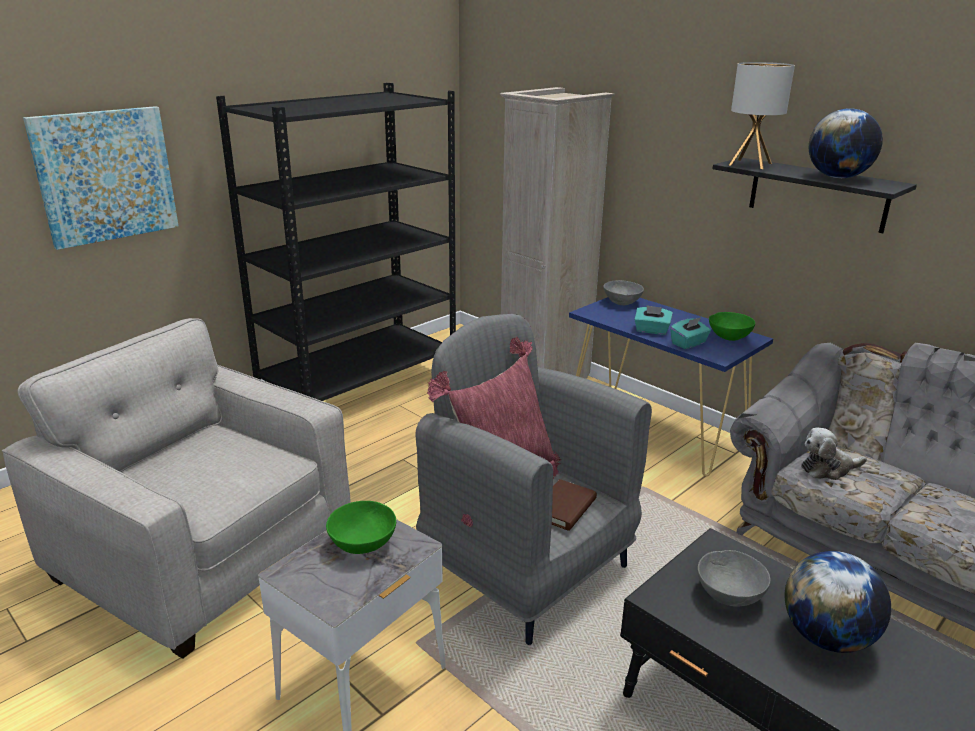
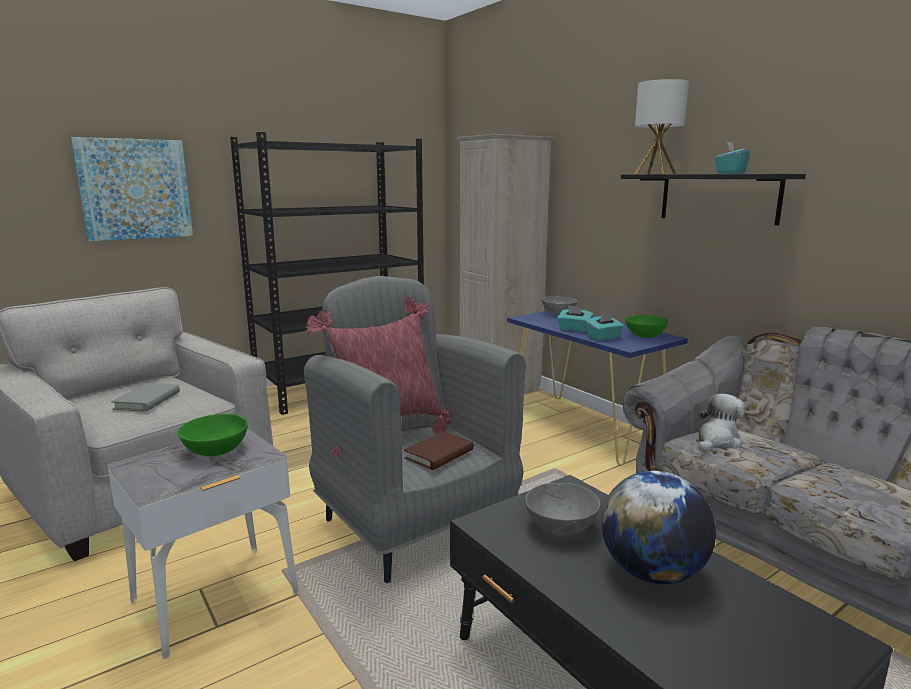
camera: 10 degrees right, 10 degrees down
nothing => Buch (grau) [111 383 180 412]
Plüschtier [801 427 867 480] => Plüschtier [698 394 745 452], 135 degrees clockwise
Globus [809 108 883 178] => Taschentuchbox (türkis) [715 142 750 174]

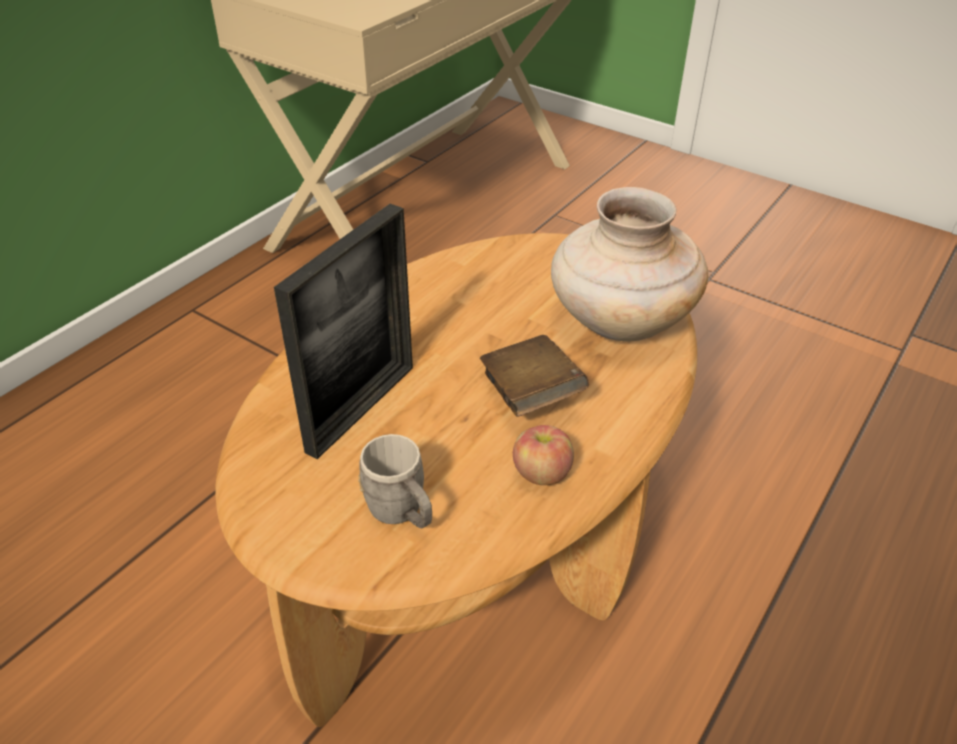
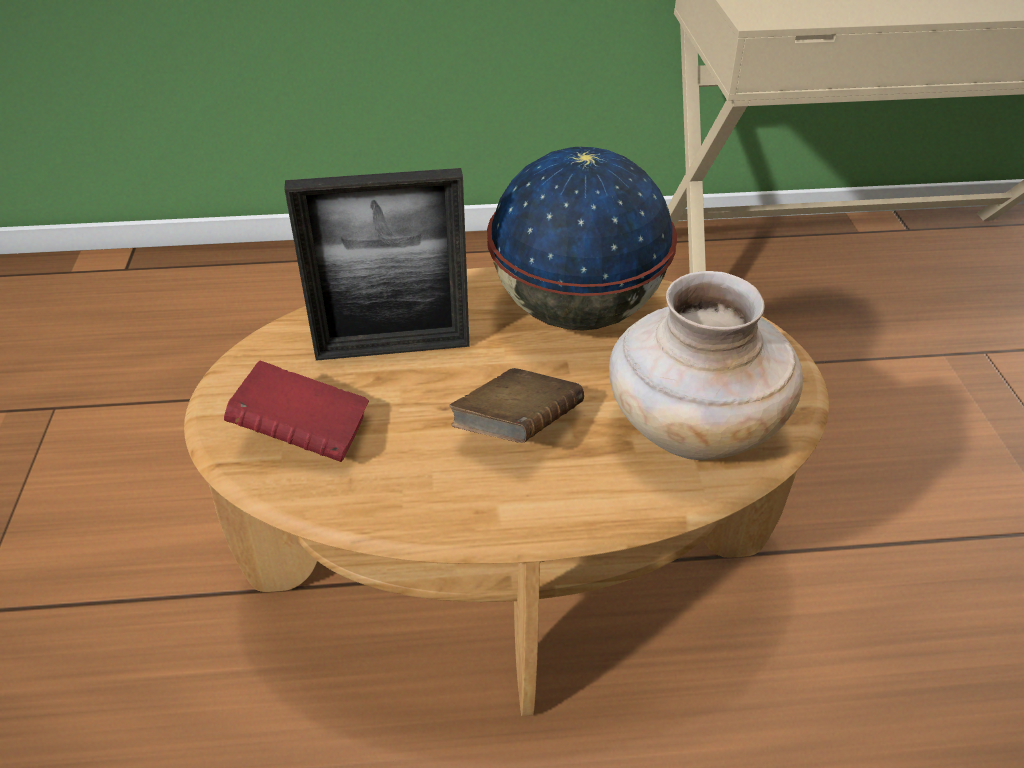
camera: 50 degrees right, 0 degrees up
Henkelbecher (grau) [358 434 432 528] => Buch (rot) [224 361 369 462]
nothing => Globus [487 147 677 330]
Apfel [513 425 574 485] => nothing

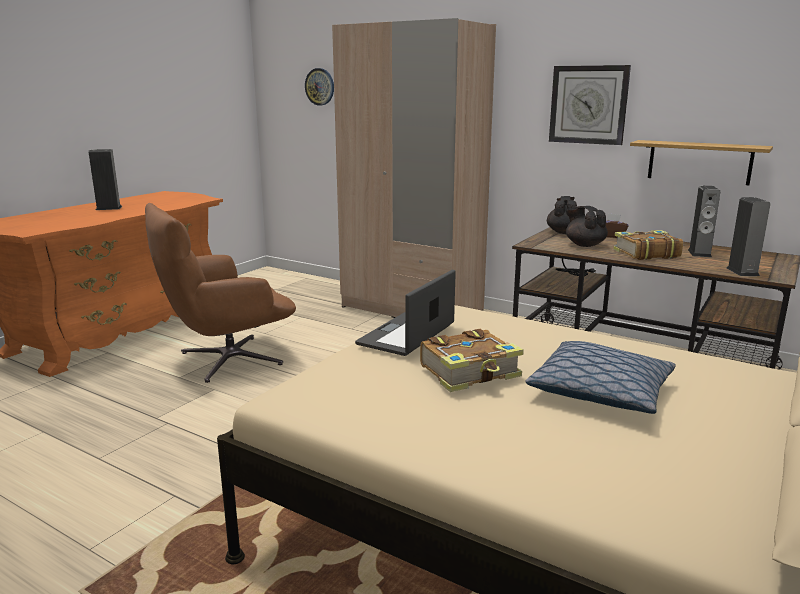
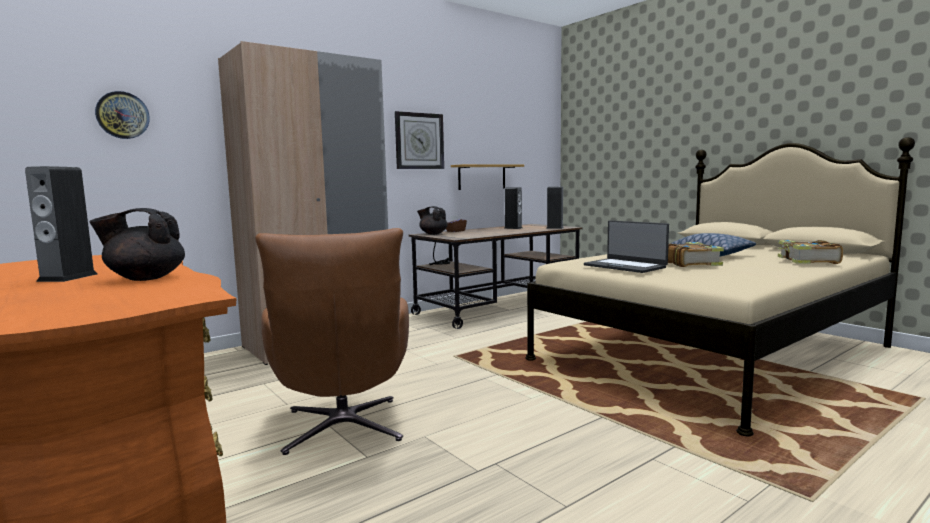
camera: 70 degrees left, 10 degrees down
Teekanne (schwarz) [566 206 608 247] => Teekanne (schwarz) [89 208 185 281], move
Buch [613 230 683 260] => Buch [778 240 843 264], move

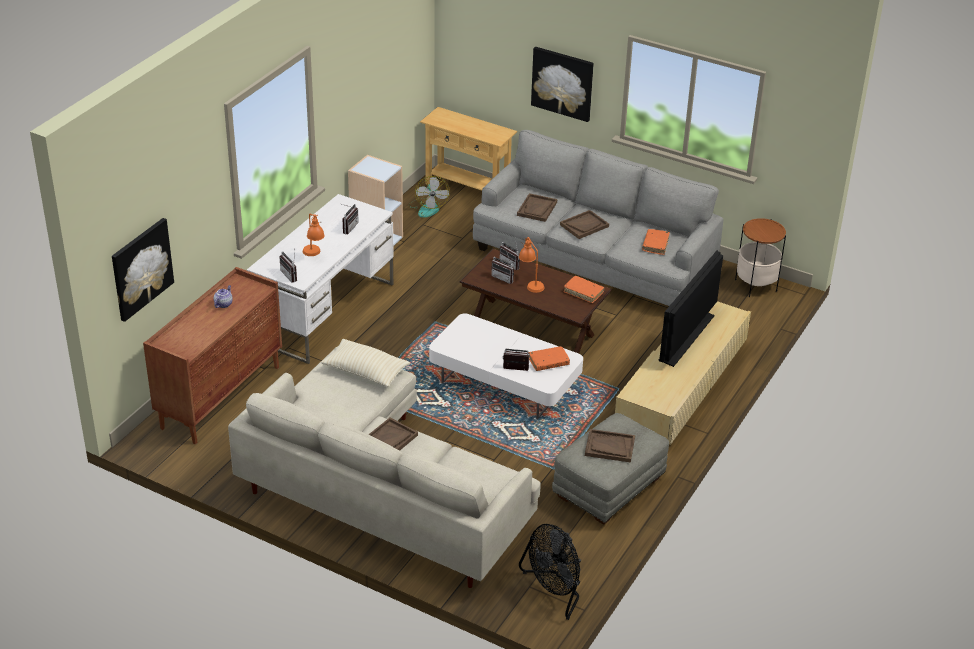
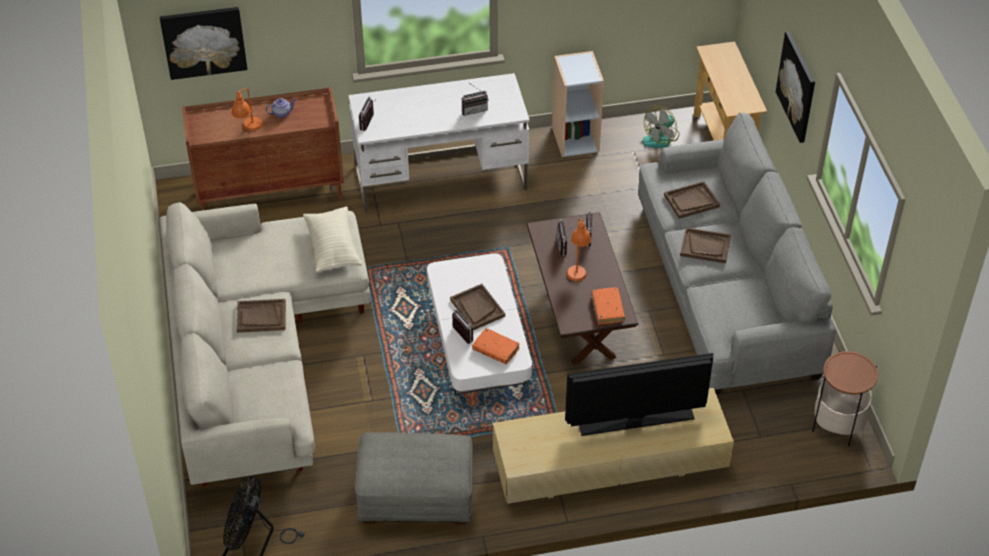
camera: 50 degrees right, 10 degrees up
Tischlampe (orange) [303 214 325 256] => Tischlampe (orange) [232 88 263 131], move
Tablett (braun) [585 429 635 463] => Tablett (braun) [450 284 505 330], move
Buch (orange) [642 229 670 255] => nothing

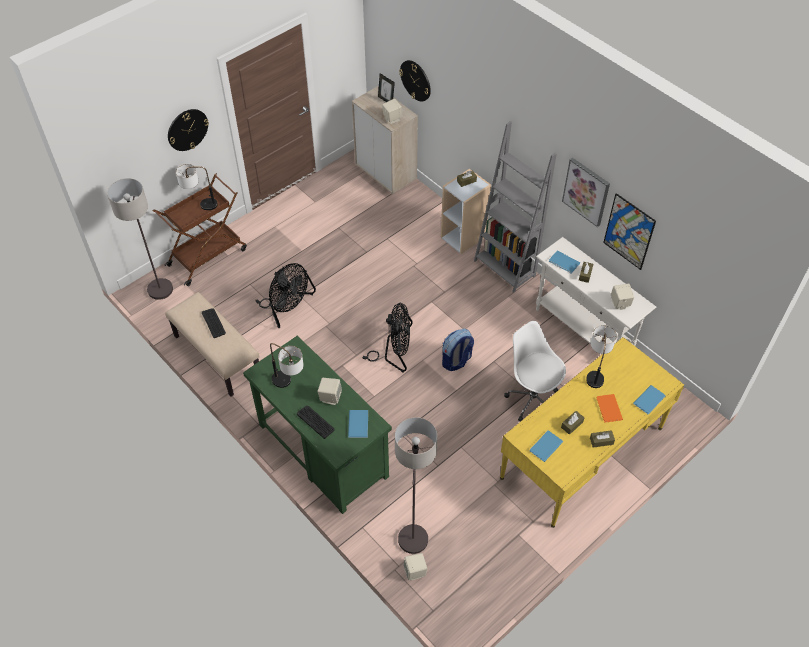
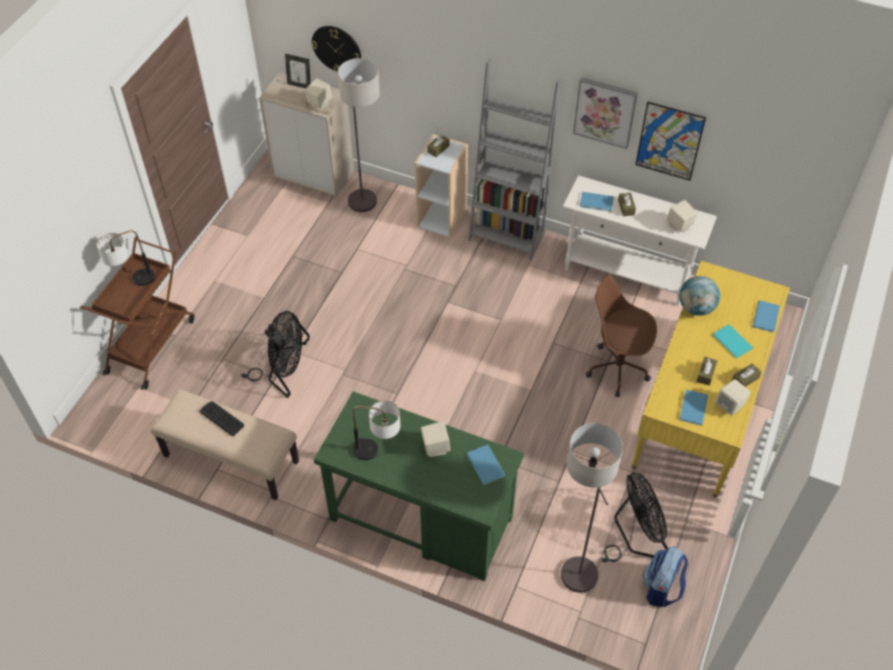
camera: 25 degrees left, 0 degrees up
Stehlampe (grau) [107 178 173 300] => Stehlampe (grau) [338 58 380 212], move
Bürostuhl (weiß) [504 321 566 422] => Bürostuhl (braun) [585 275 657 397]
Ventilator (schwarz) [362 303 413 373] => Ventilator (schwarz) [601 473 668 562], move
Rucksack [442 329 474 371] => Rucksack [643 547 688 607], move
Tischlampe [586 325 617 388] => Globus [679 276 720 316]
Buch (orange) [597 394 623 423] => Buch (türkis) [713 324 753 358]
Lautsprecher (beige) [403 553 427 581] => Lautsprecher (beige) [715 379 751 416], move
Wanduhr [168 109 209 151] => nothing
Tastatur [297 406 334 439] => nothing

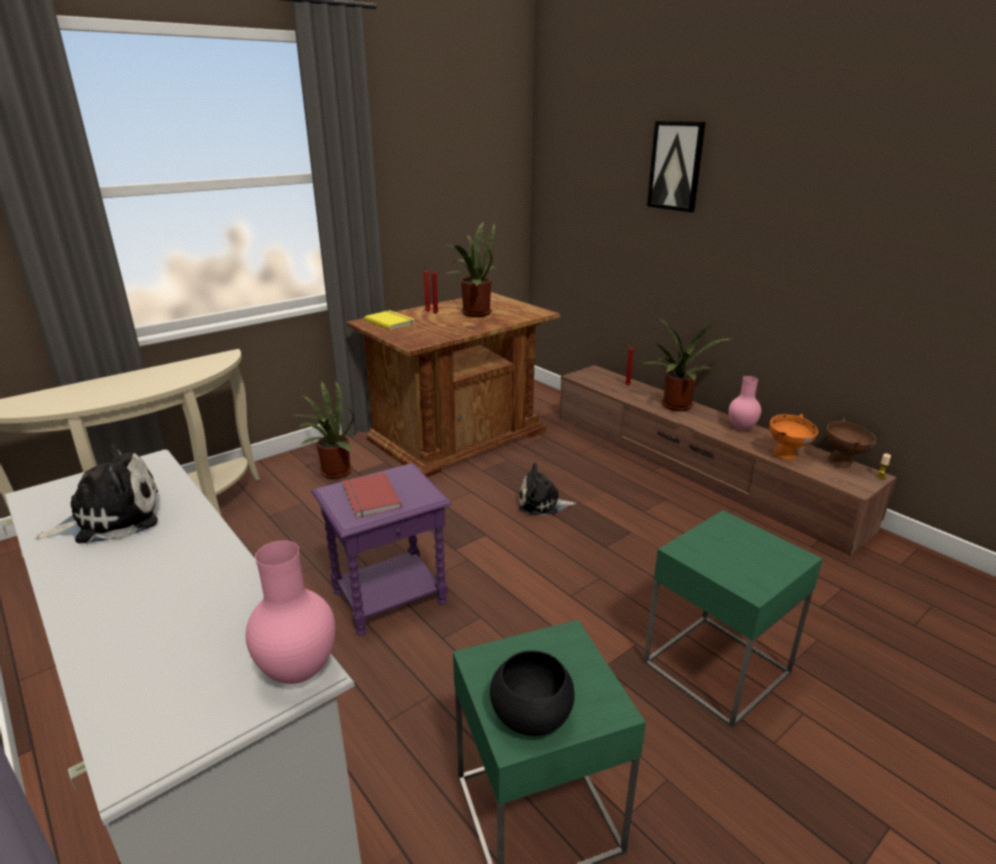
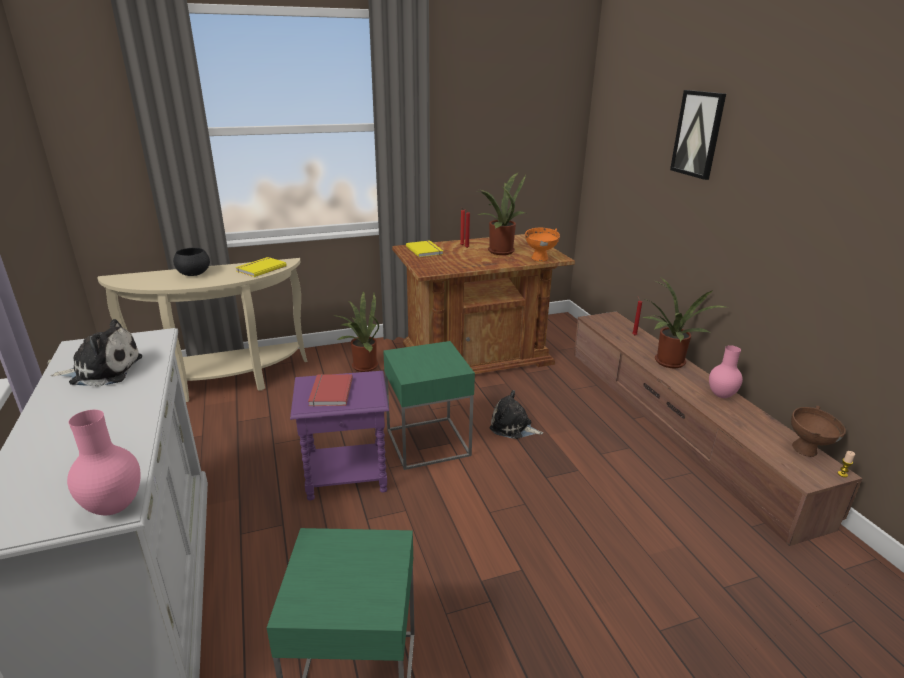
camera: 20 degrees right, 0 degrees up
Schüssel (schwarz) [490 650 575 736] => Schüssel (schwarz) [173 248 210 276], move
nothing => Buch (gelb) [236 257 287 277]
Beistelltisch (grün) [644 510 823 728] => Beistelltisch (grün) [383 341 475 470], move
Schüssel (orange) [769 414 818 460] => Schüssel (orange) [525 228 560 262], move

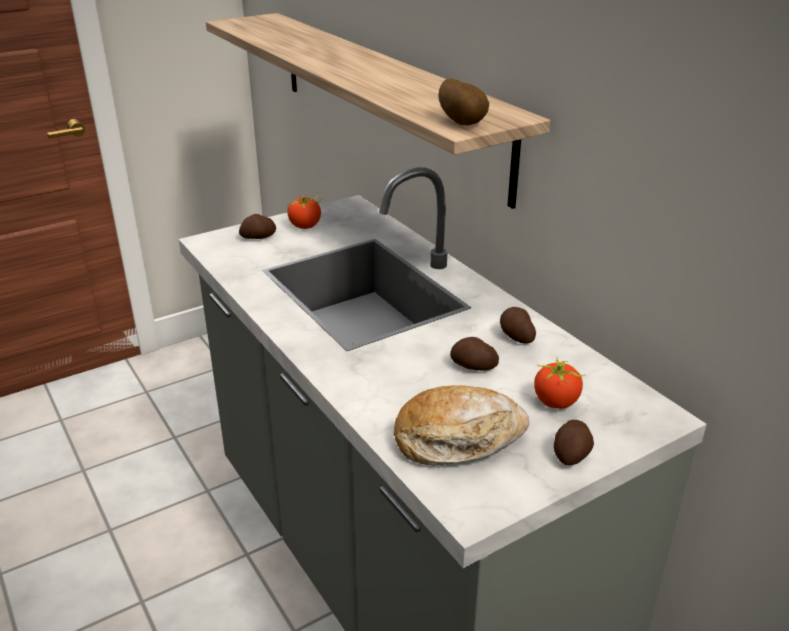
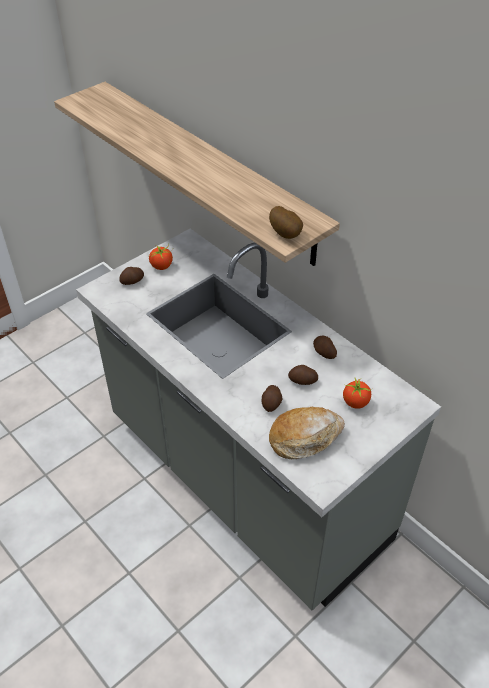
camera: 10 degrees left, 15 degrees up
Kartoffel [554 420 594 465] => Kartoffel [262 385 283 412], move

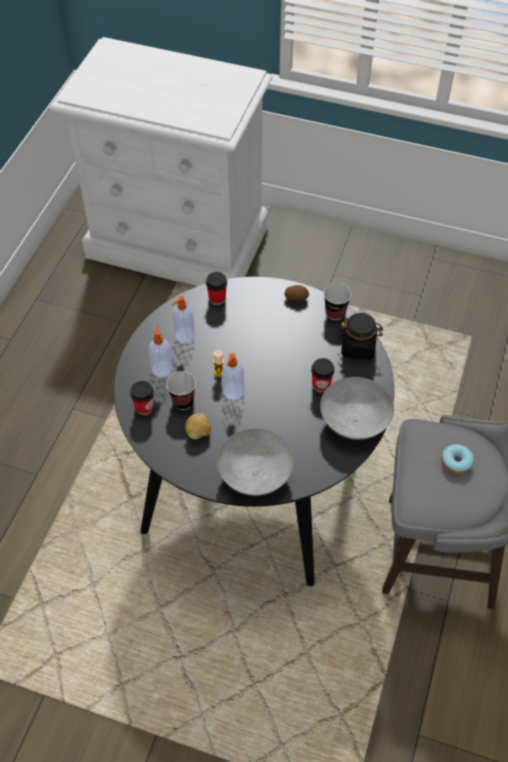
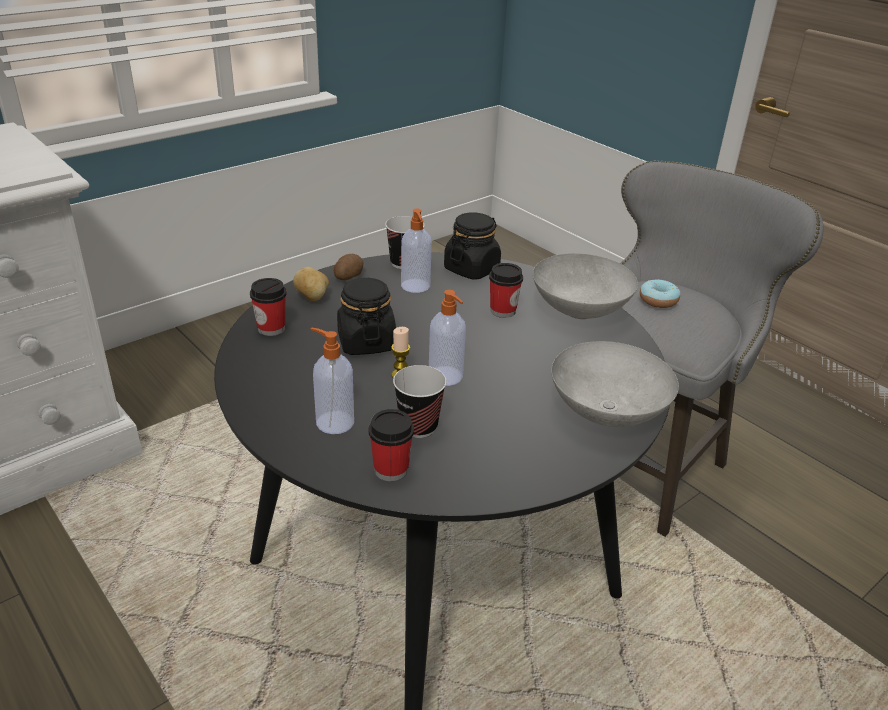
camera: 60 degrees left, 20 degrees down
Kartoffel [185 413 211 439] => Kartoffel [293 267 329 301], move
nothing => Vorratsglas (schwarz) [337 278 396 355]
Seifenspender [171 296 195 343] => Seifenspender [401 209 432 293], move

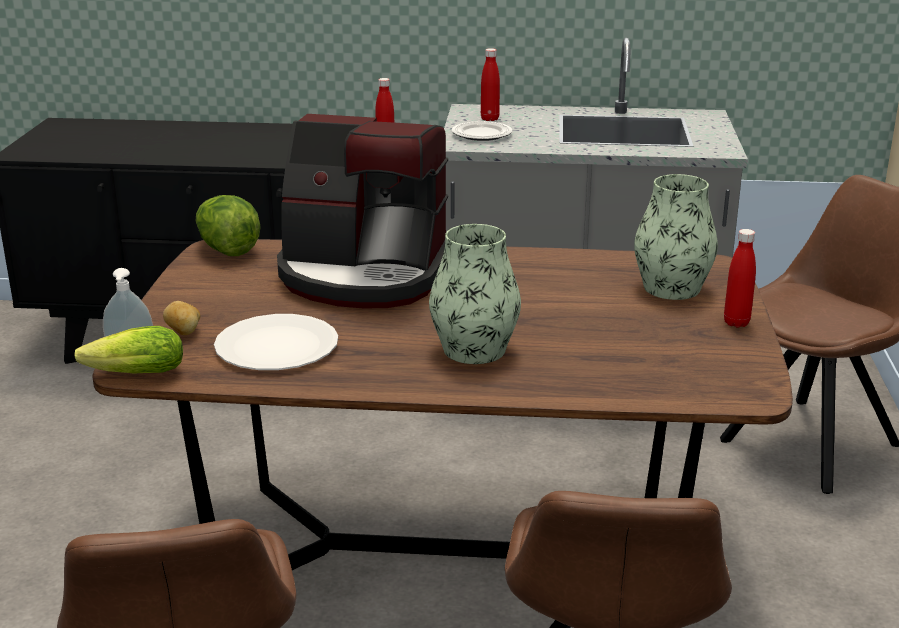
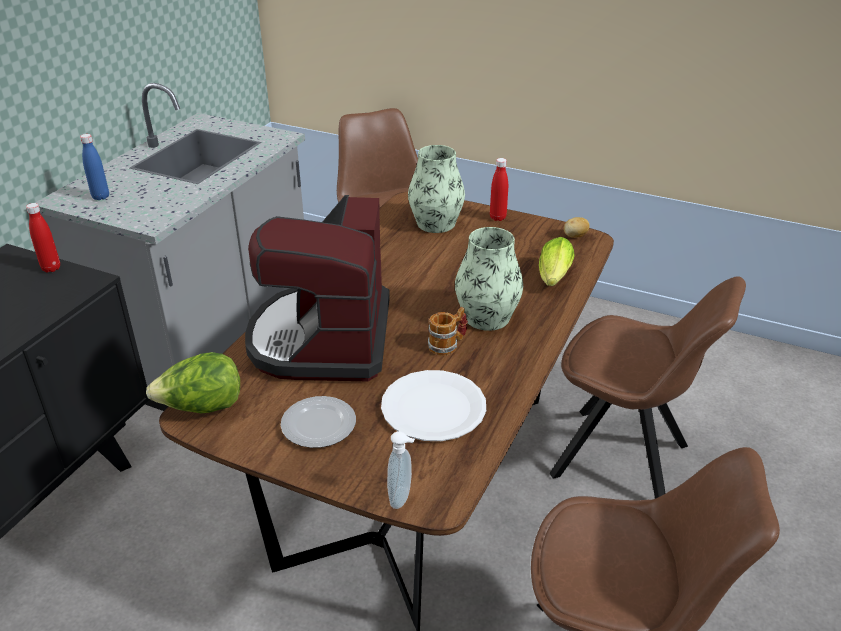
camera: 70 degrees left, 10 degrees up
Flasche (rot) [481 48 500 121] => Flasche (blau) [80 134 109 200]
Kaffeemaschine [277 114 448 308] => Kaffeemaschine [245 195 390 381], 150 degrees clockwise
Teller [452 121 512 141] => Teller [281 396 356 448], move
nothing => Henkelbecher [428 307 468 356]
Salatkopf [74 326 183 373] => Salatkopf [539 237 575 286], move
Kartoffel [163 301 200 335] => Kartoffel [564 217 590 238], move

